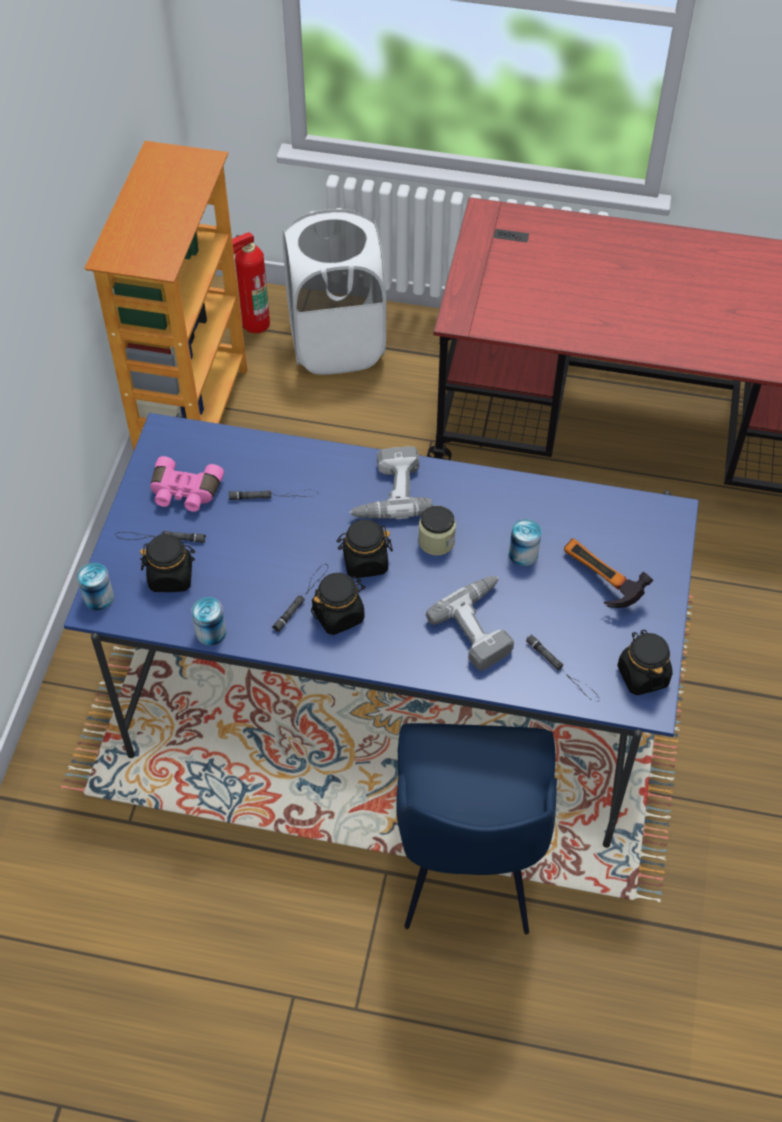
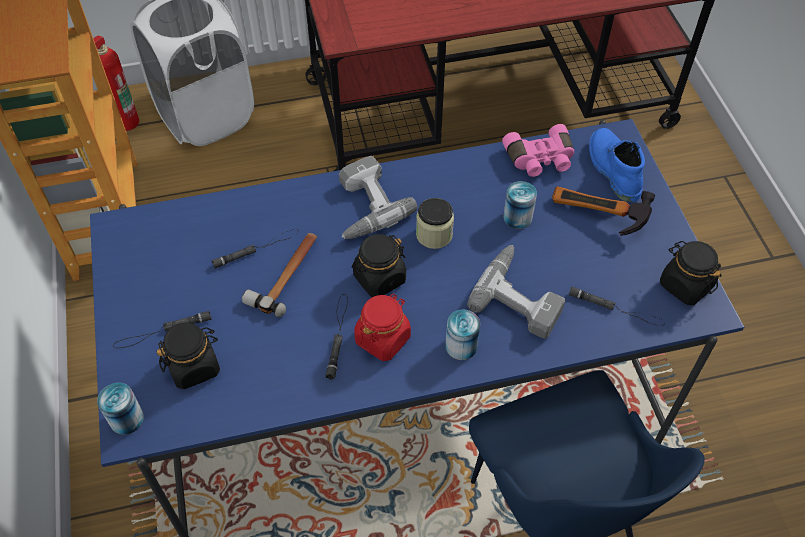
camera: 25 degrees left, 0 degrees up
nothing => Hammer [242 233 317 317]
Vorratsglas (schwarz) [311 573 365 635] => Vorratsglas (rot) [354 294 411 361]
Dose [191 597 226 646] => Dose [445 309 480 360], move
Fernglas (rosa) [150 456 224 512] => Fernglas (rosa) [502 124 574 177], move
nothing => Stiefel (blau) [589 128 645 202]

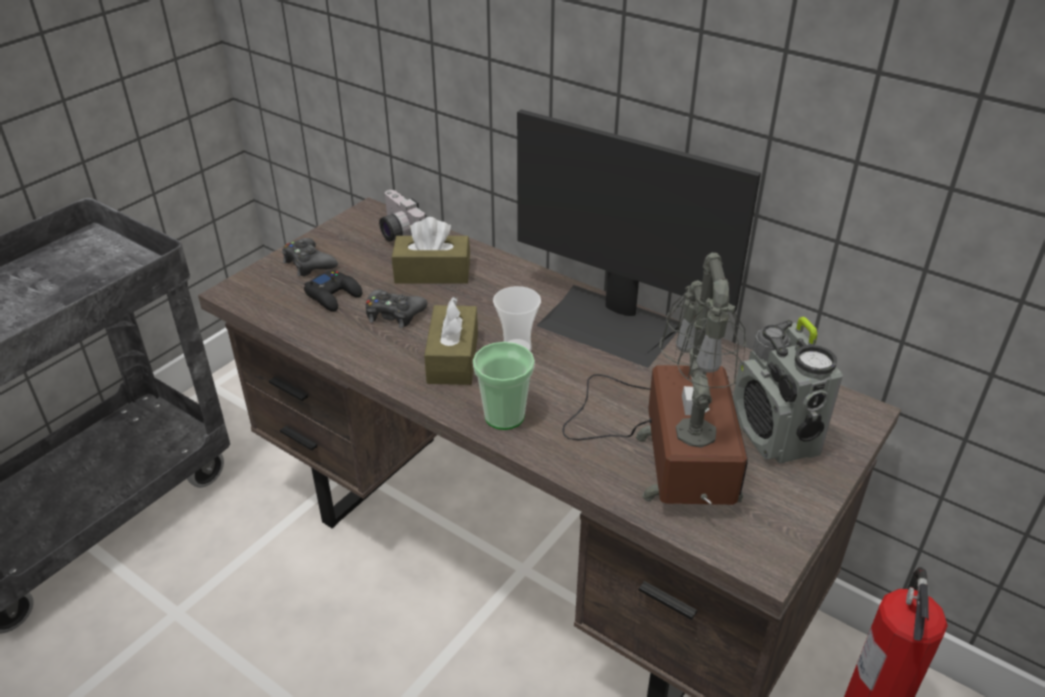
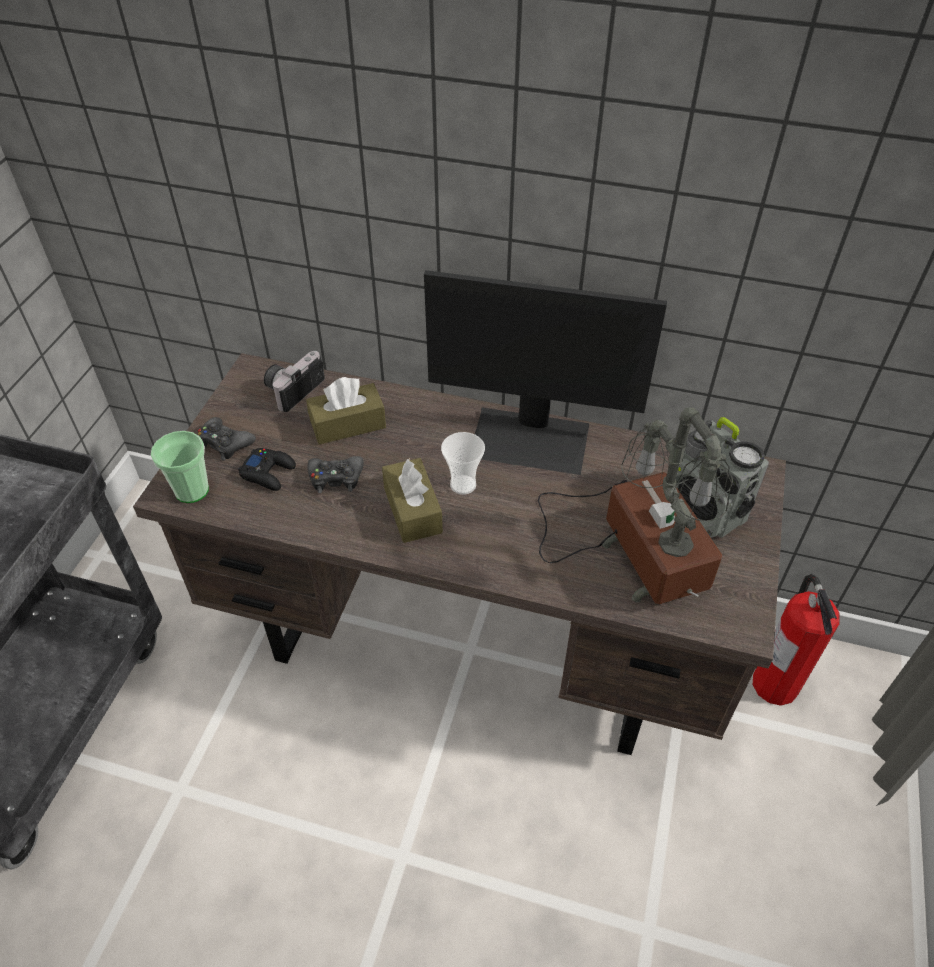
camera: 20 degrees left, 10 degrees up
Tasse [473 342 535 430] => Tasse [151 431 209 503], move
Kamera [379 190 427 242] => Kamera [264 351 325 412], 90 degrees clockwise

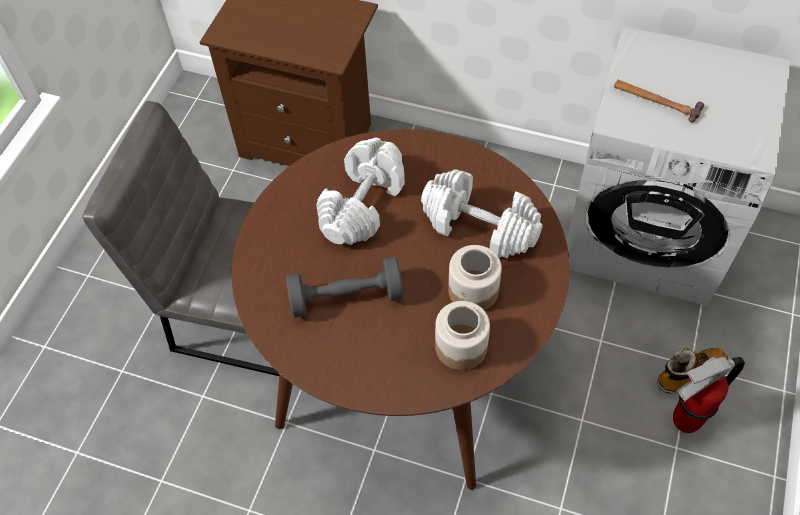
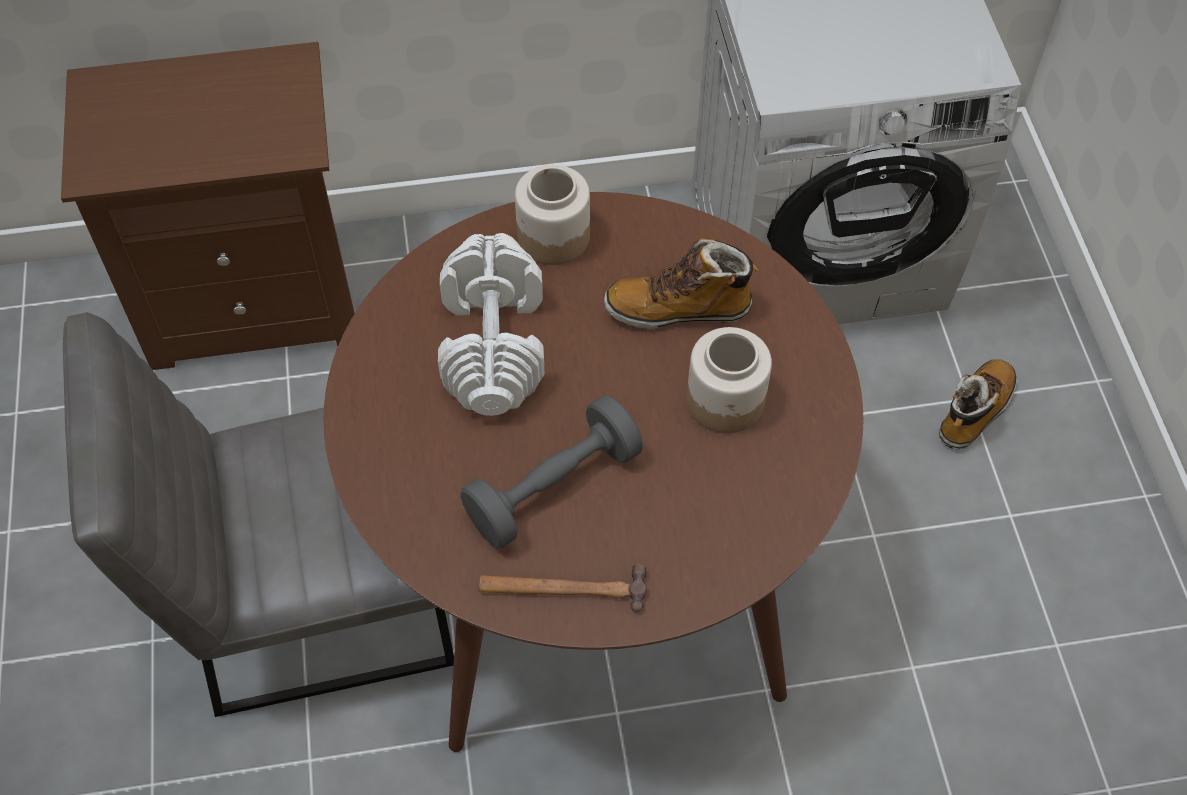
camera: 30 degrees left, 0 degrees up
Hammer [614 80 704 122] => Hammer [479 564 647 612], move
Vorratsglas [435 301 490 370] => Vorratsglas [515 165 590 265], move
Hantel (weiß) [421 169 543 258] => Stiefel [604 238 760 329]
Feuerlöscher [673 357 745 433] => nothing

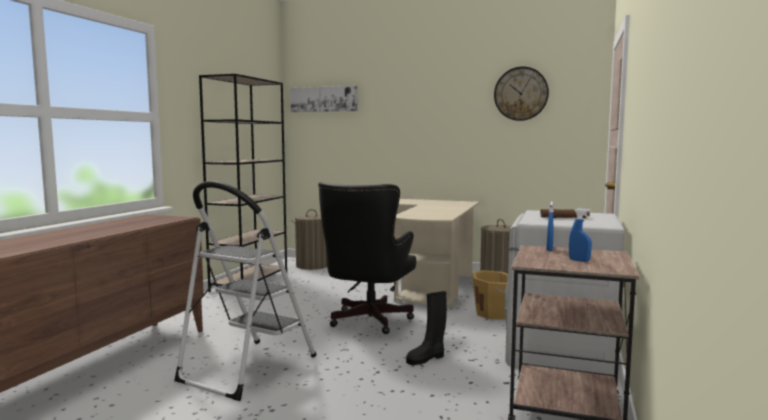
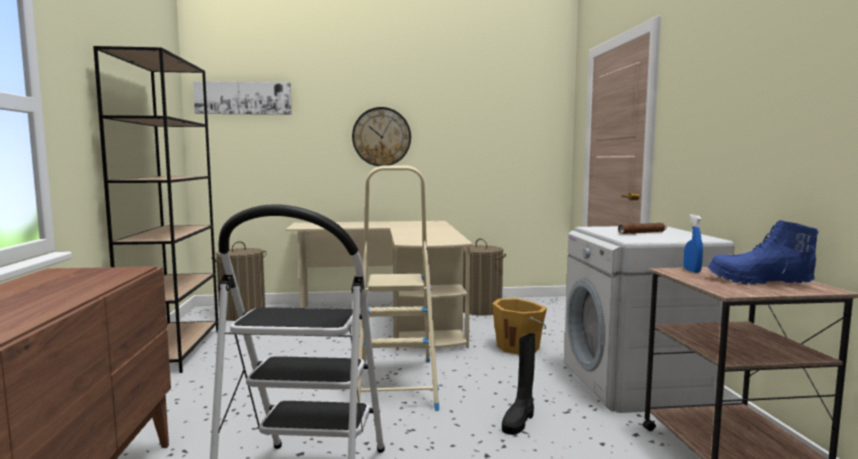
camera: 25 degrees left, 0 degrees up
Wanduhr [494 66 549 121] => Wanduhr [352 107 411 166], move
Bürostuhl (schwarz) [318 182 416 334] => Trittleiter (beige) [357 166 439 411]
Sprühflasche (blau) [569 208 592 262] => Stiefel (blau) [707 220 819 284]

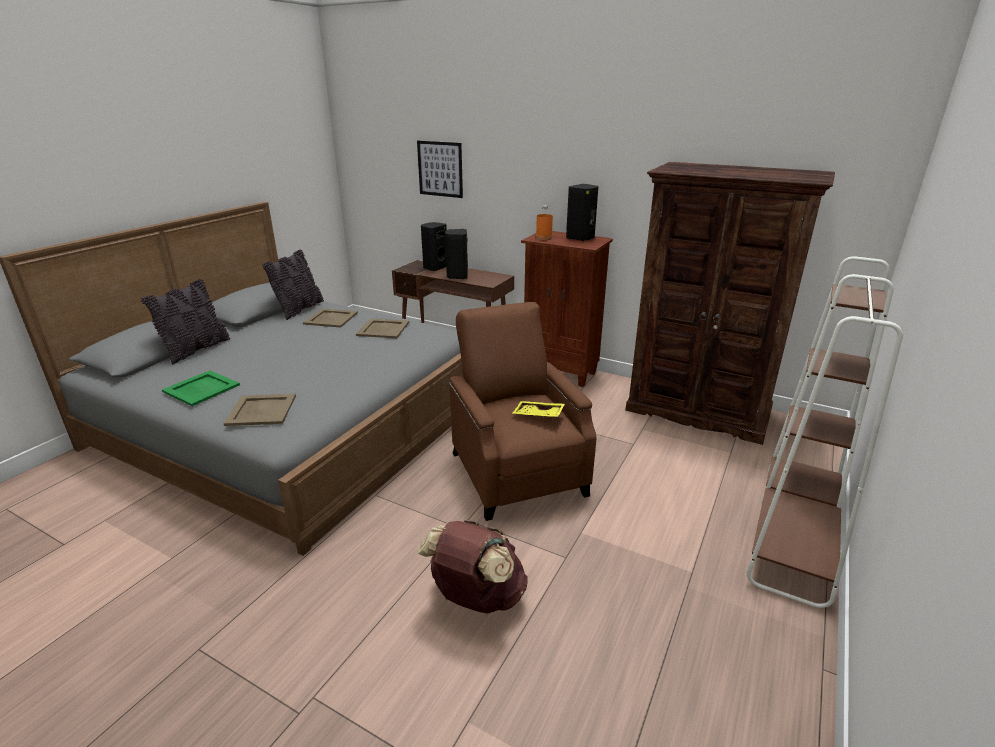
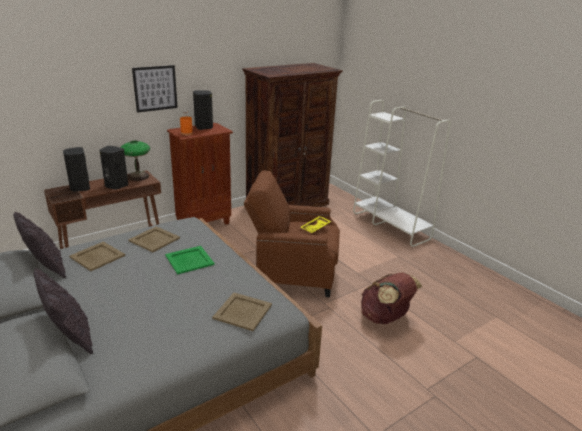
camera: 65 degrees left, 0 degrees up
nothing => Tischlampe [120 141 150 181]
Bild [417 141 463 198] => Bild [132 65 178 113], move
Tablett (grün) [162 370 240 406] => Tablett (grün) [165 246 215 275], move
Kleiderständer (braun) [747 256 903 608] => Kleiderständer (weiß) [353 100 451 247]

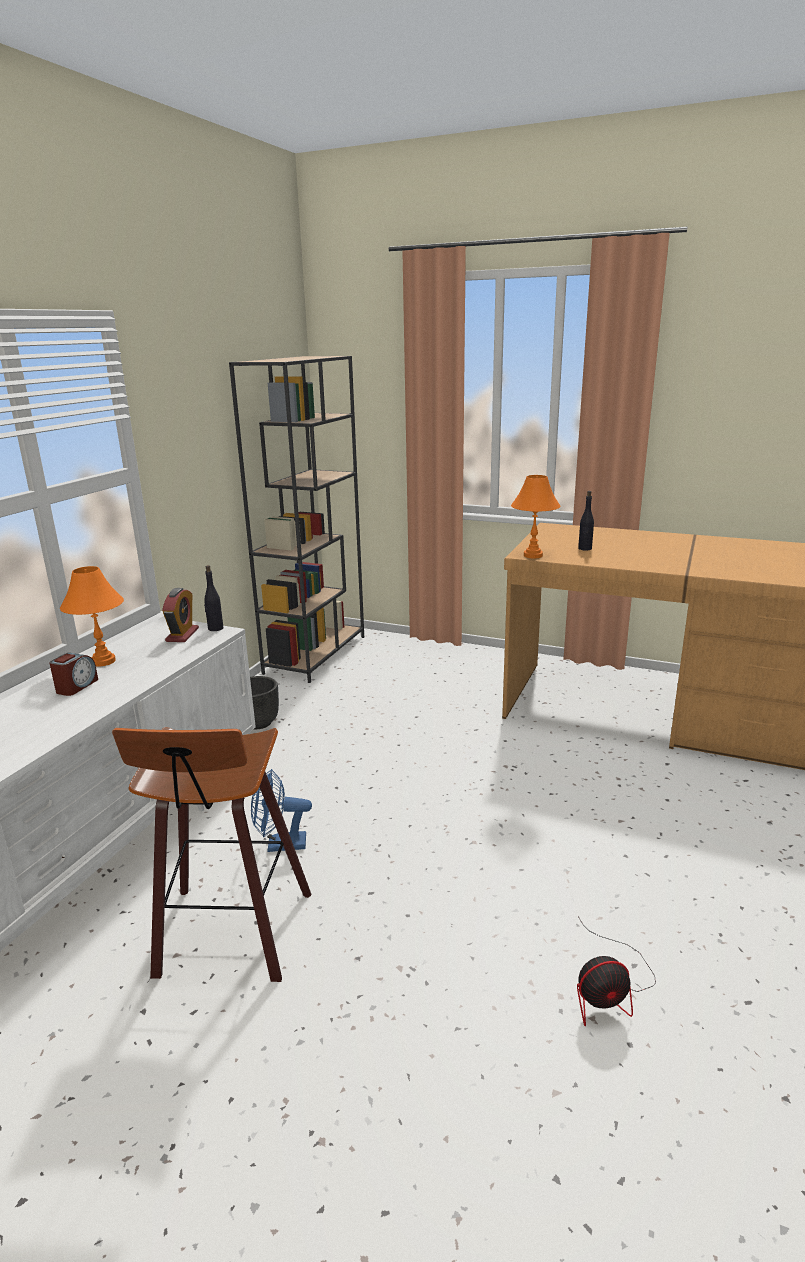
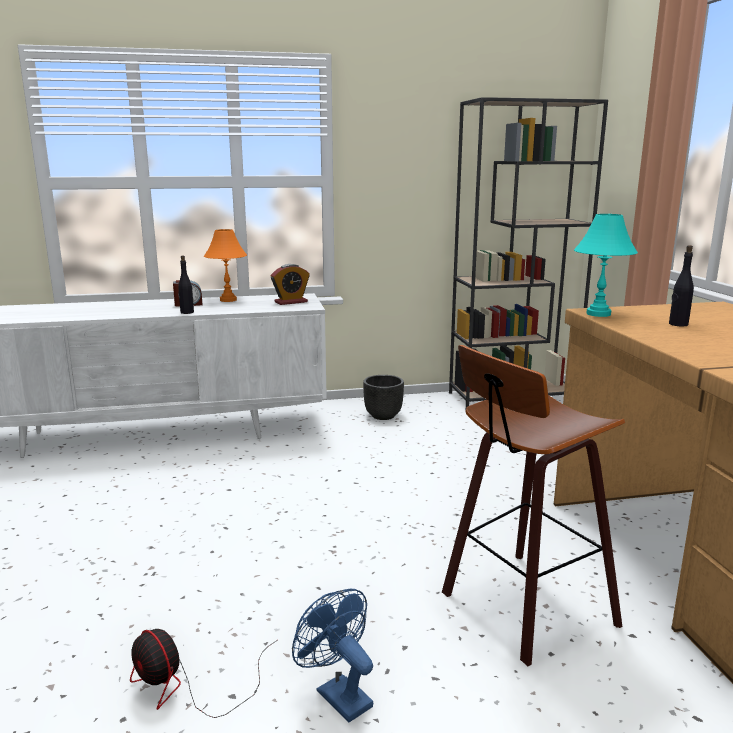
camera: 55 degrees right, 5 degrees down
Flasche (schwarz) [204 565 223 631] => Flasche (schwarz) [178 255 194 314], move
Ventilator (blau) [251 769 312 852] => Ventilator (blau) [292 589 373 722], move
Hocker [112 727 311 982] => Hocker [442 345 625 666], move
Tischlampe (orange) [511 475 560 559] => Tischlampe (türkis) [574 214 638 317]

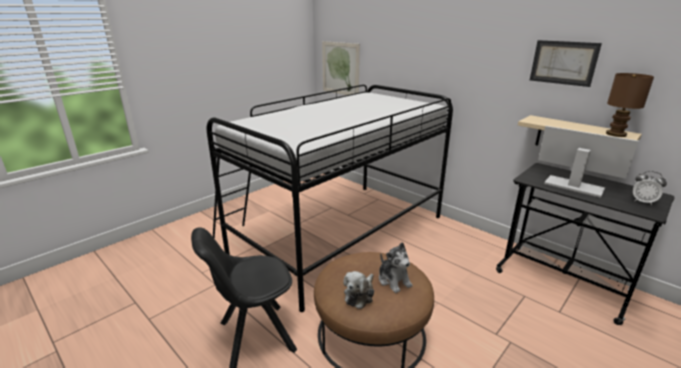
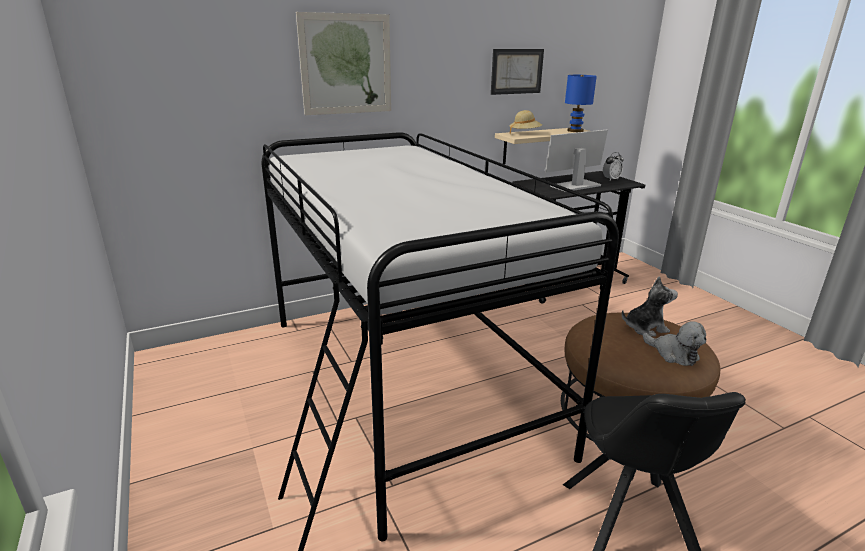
camera: 70 degrees left, 0 degrees up
Bild [322 41 360 95] => Bild [296 12 391 115], move
nothing => Hut (beige) [509 110 542 133]
Tischlampe (braun) [606 73 654 137] => Tischlampe (blau) [565 75 597 132]

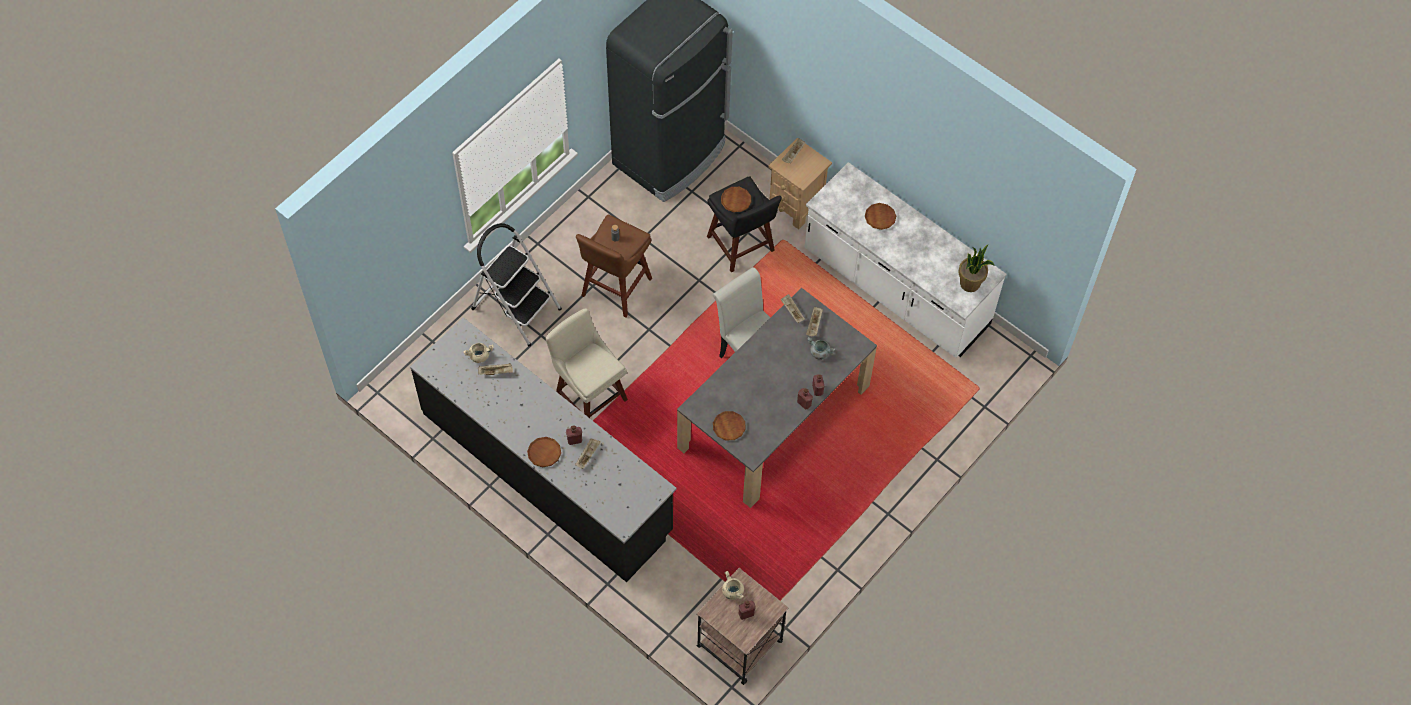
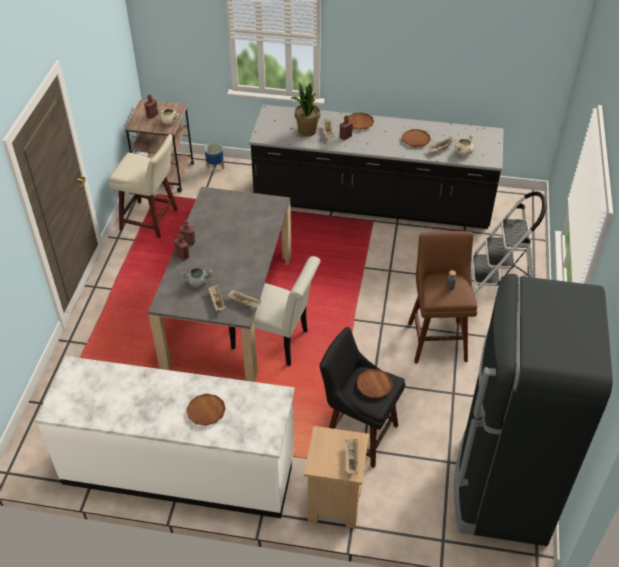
camera: 150 degrees right, 15 degrees down
Hocker (beige) [546 308 628 418] => Hocker (beige) [109 134 178 239], move
nothing => Pflanzkübel [205 143 224 173]
Topfpflanze [958 245 995 292] => Topfpflanze [291 81 320 136], move
Teller (braun) [713 411 746 440] => Teller (braun) [402 129 431 147], move

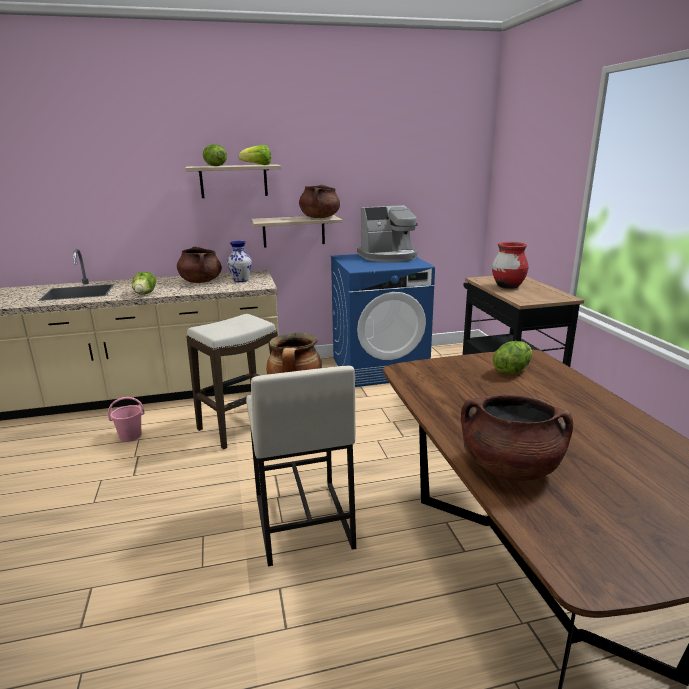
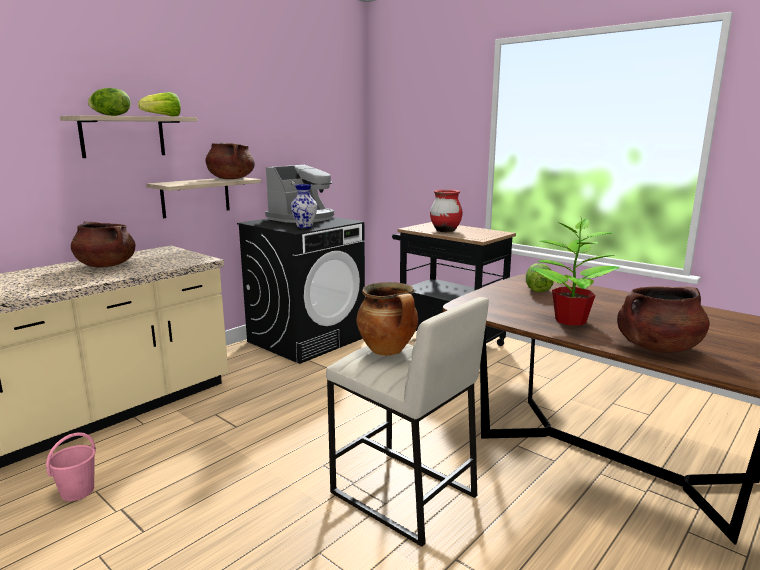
camera: 35 degrees left, 5 degrees down
Waschmaschine (blau) [330 254 435 387] => Waschmaschine (schwarz) [237 217 365 364]
Vase [227 241 252 282] => Vase [291 184 317 228], move
nothing => Topfpflanze [531 219 620 326]
Salatkopf [132 272 156 295] => nothing
Hocker [186 314 278 449] => nothing

